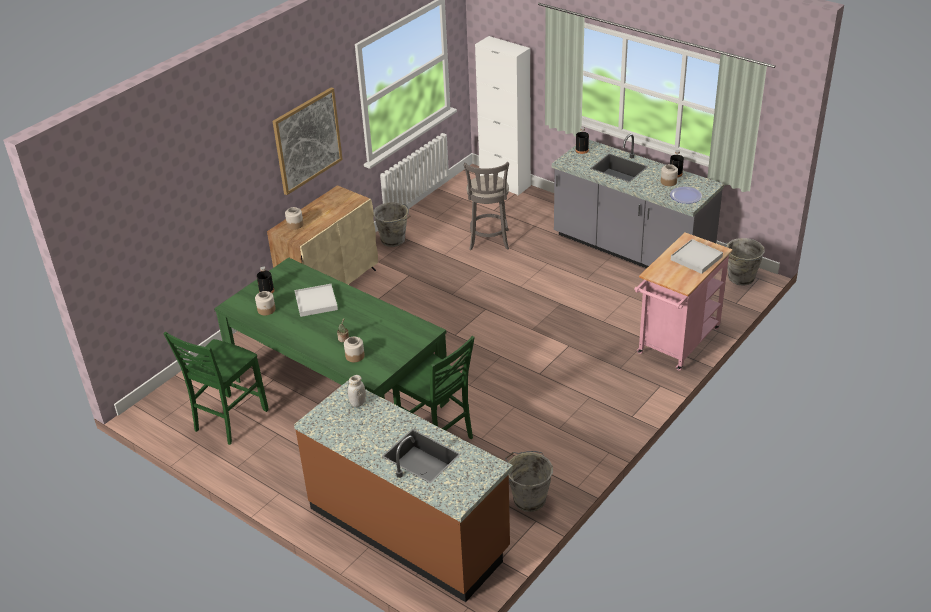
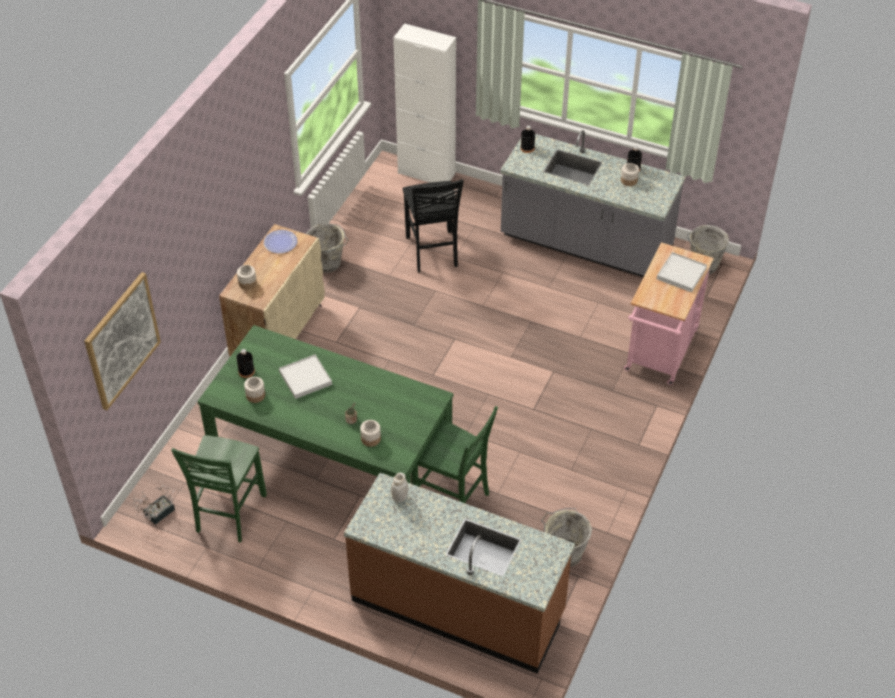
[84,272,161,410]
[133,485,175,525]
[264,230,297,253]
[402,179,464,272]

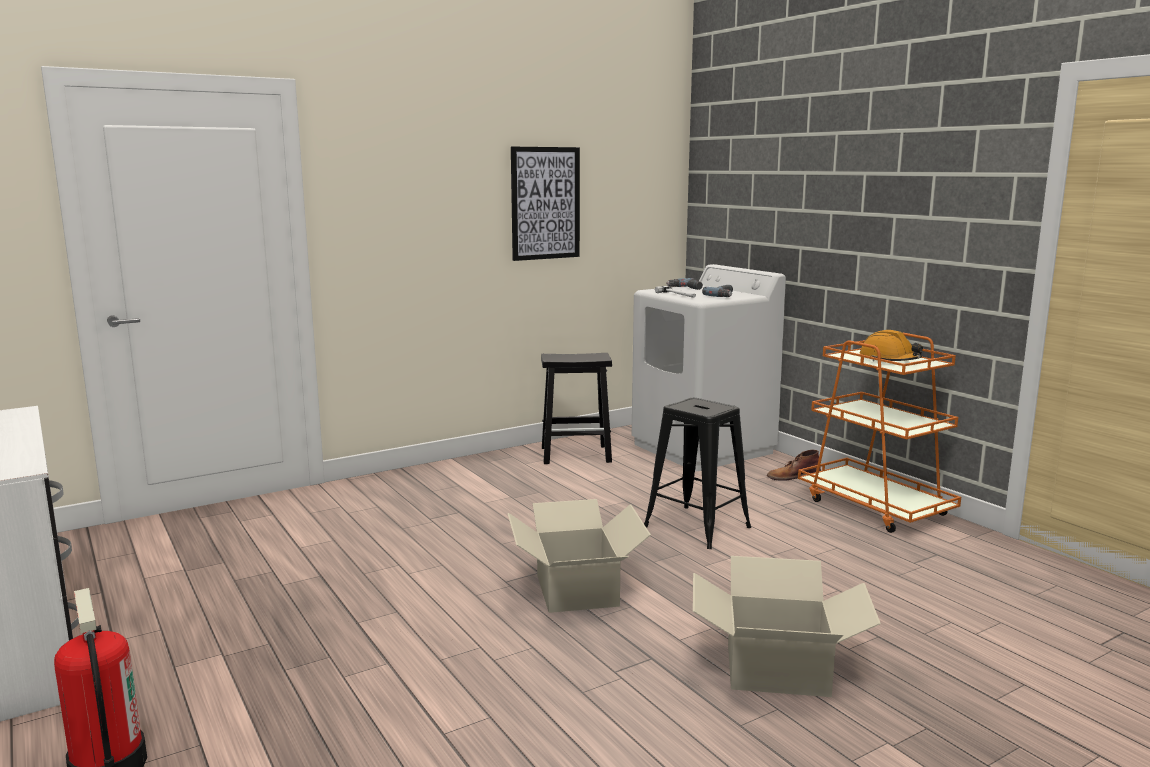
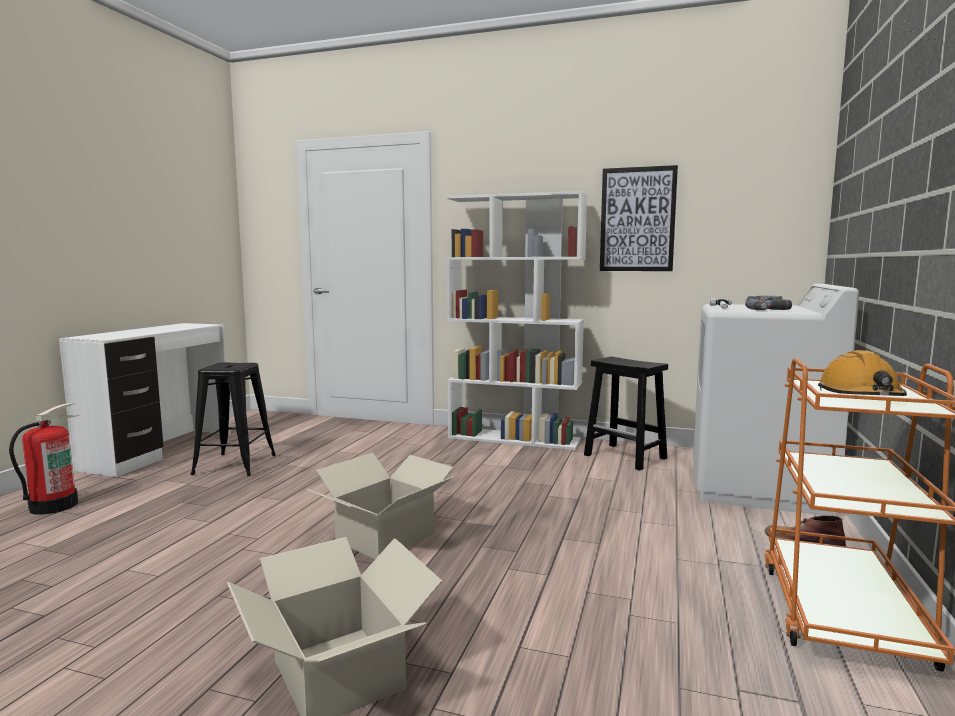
[190,362,276,476]
[446,191,587,450]

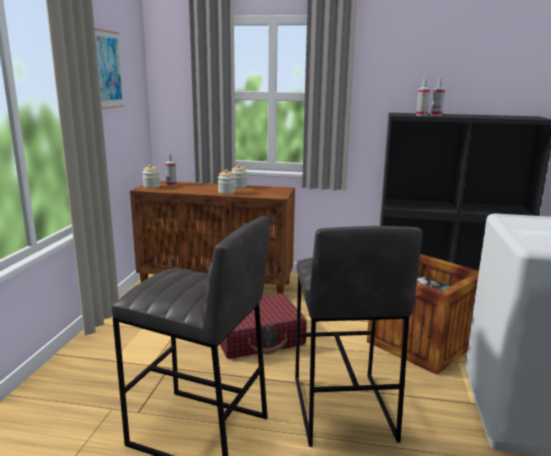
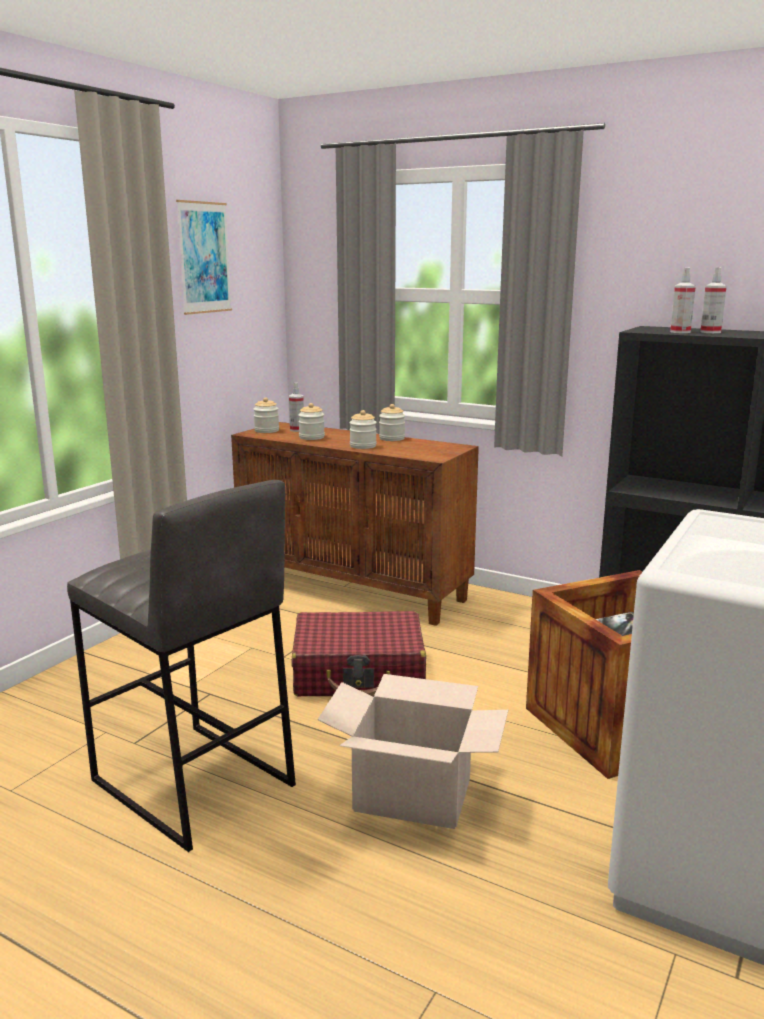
[298,403,325,440]
[317,674,508,829]

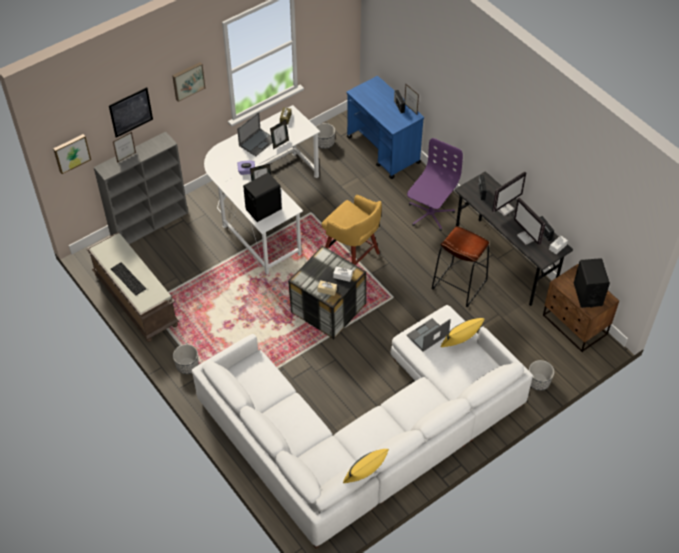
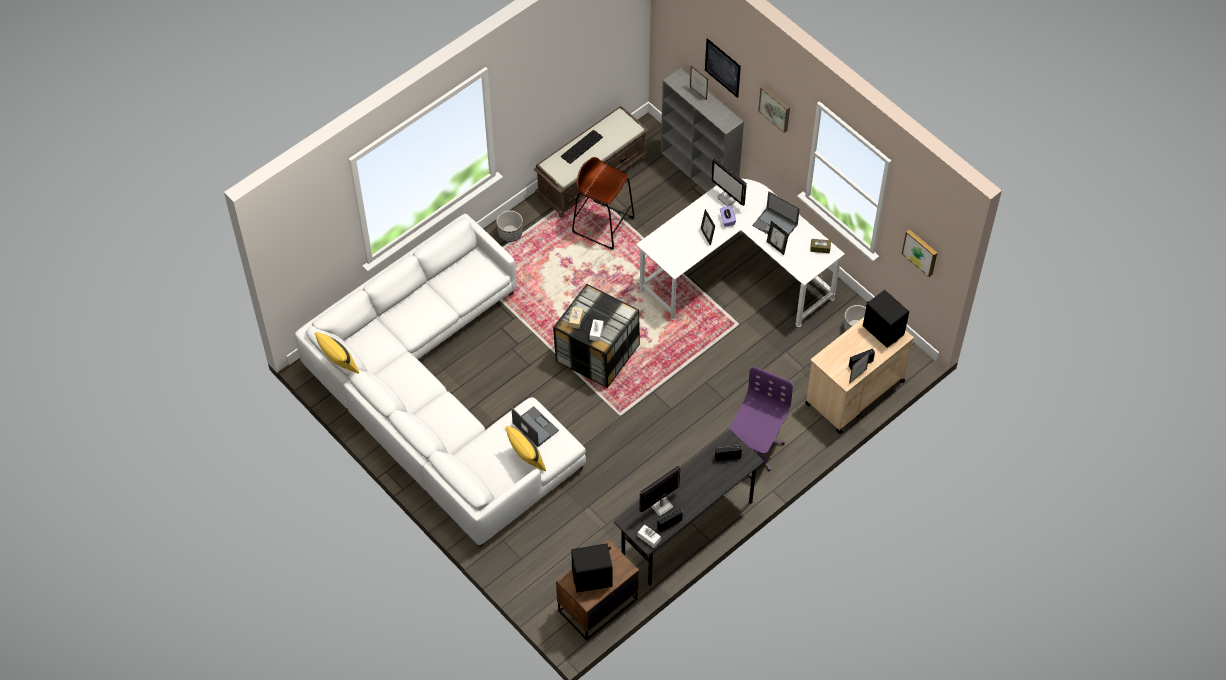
[572,157,634,250]
[711,158,747,206]
[728,367,793,471]
[805,317,914,434]
[863,290,909,348]
[902,229,937,277]
[322,195,382,265] (first image)
[529,360,554,391] (first image)

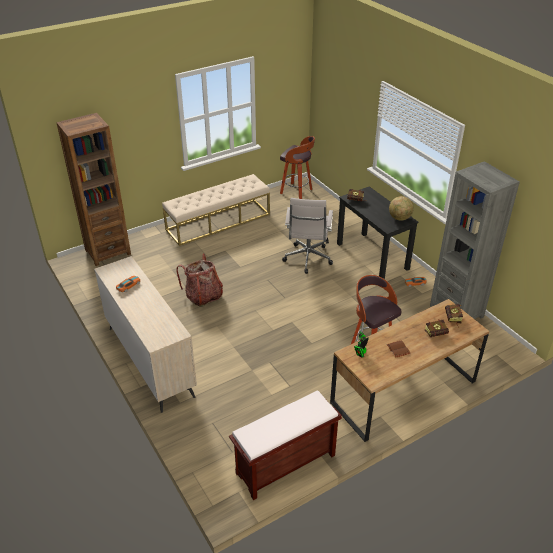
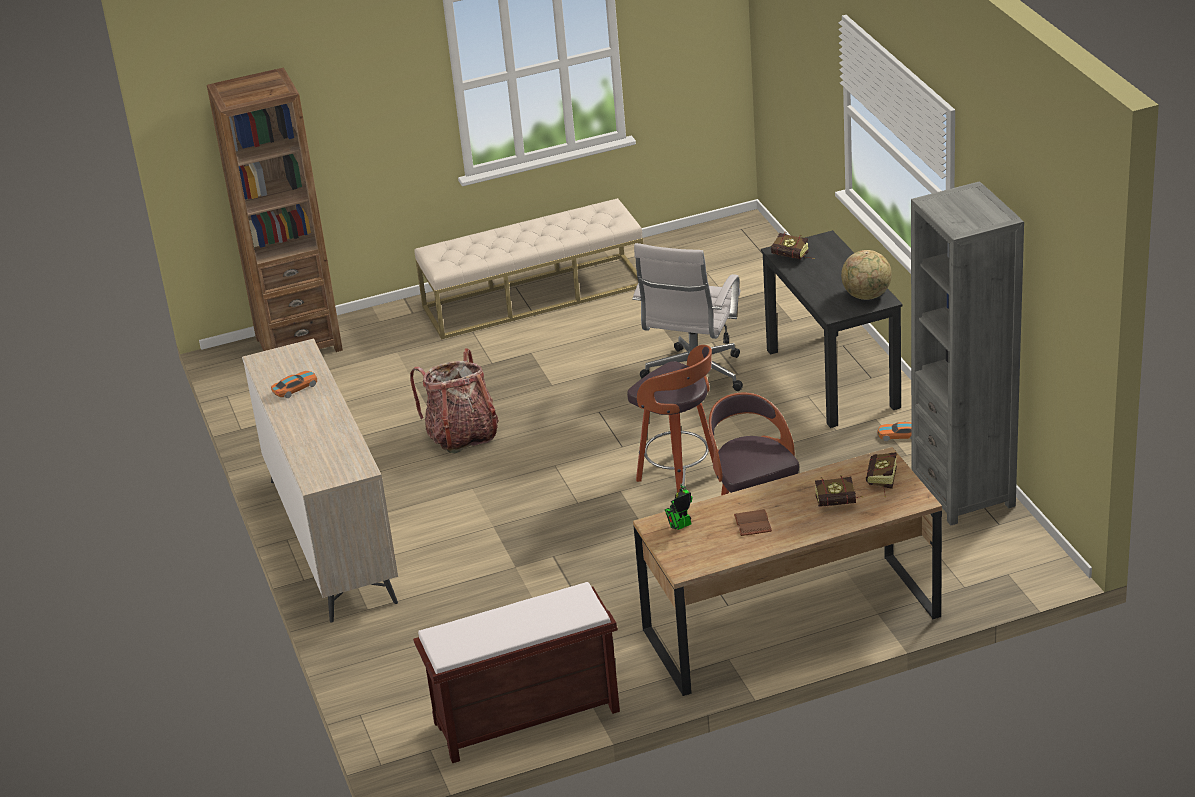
[627,345,714,493]

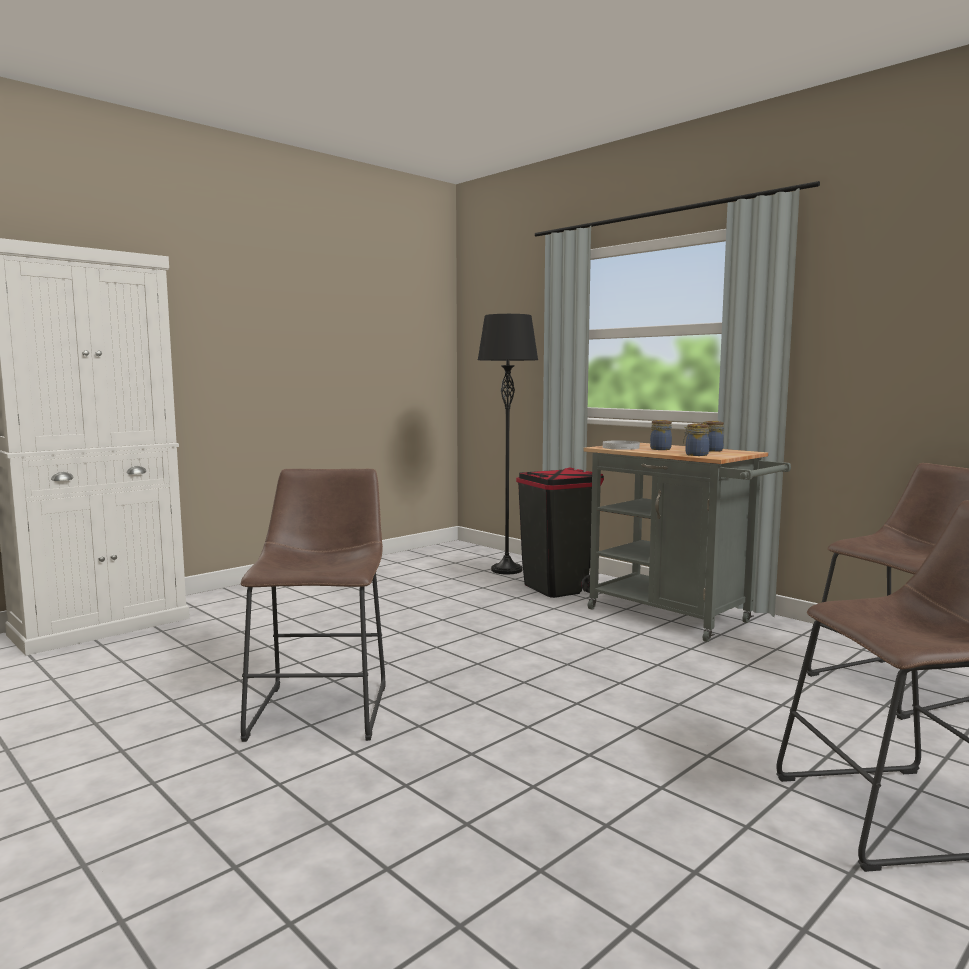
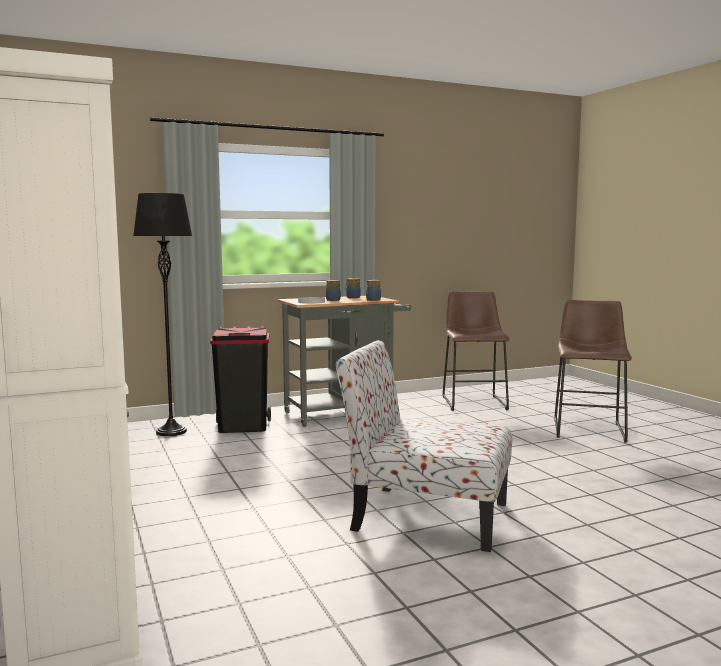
[336,340,512,552]

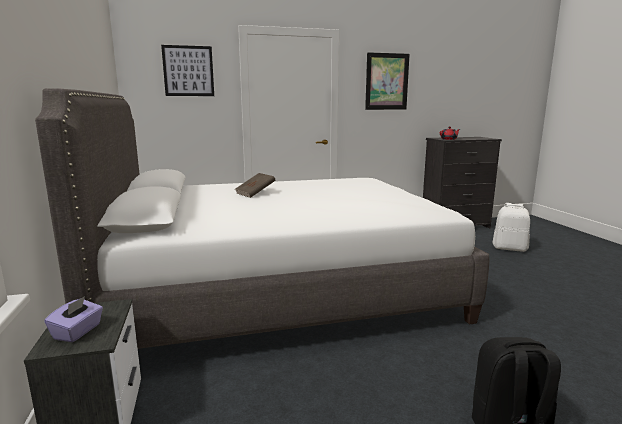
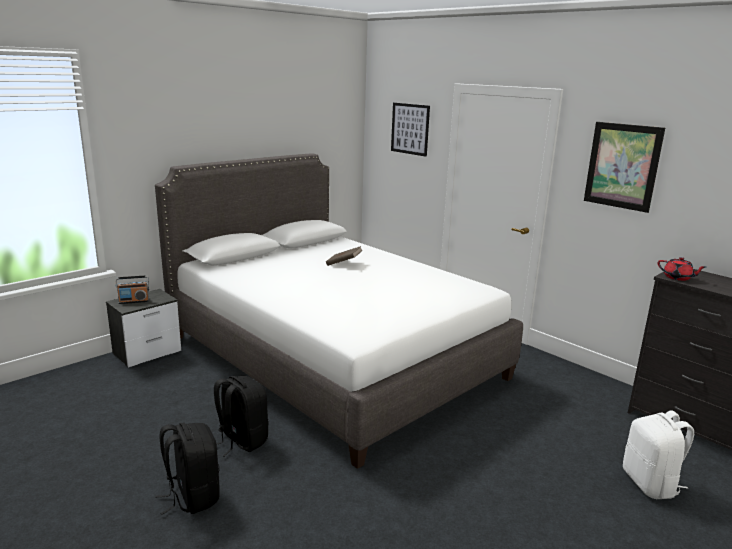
[116,275,149,304]
[214,376,268,457]

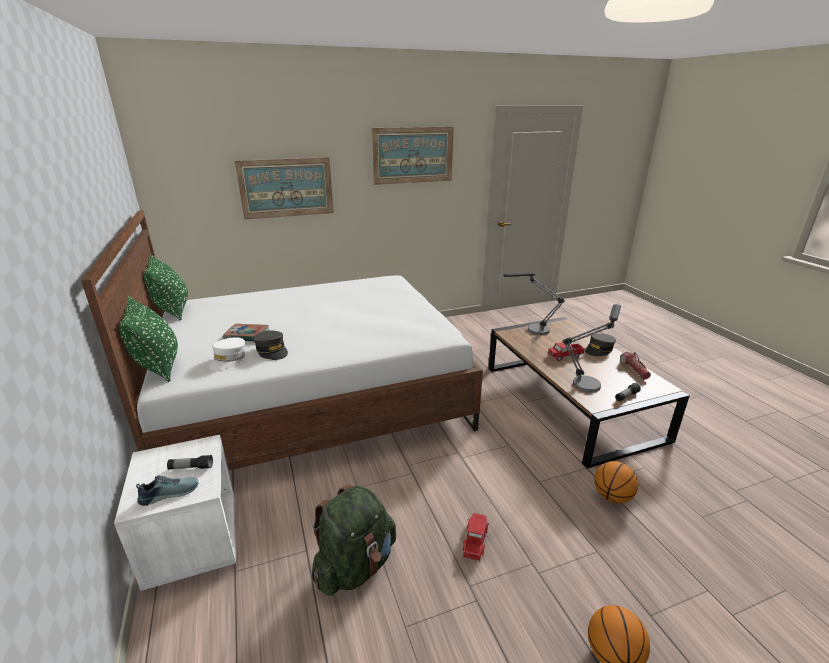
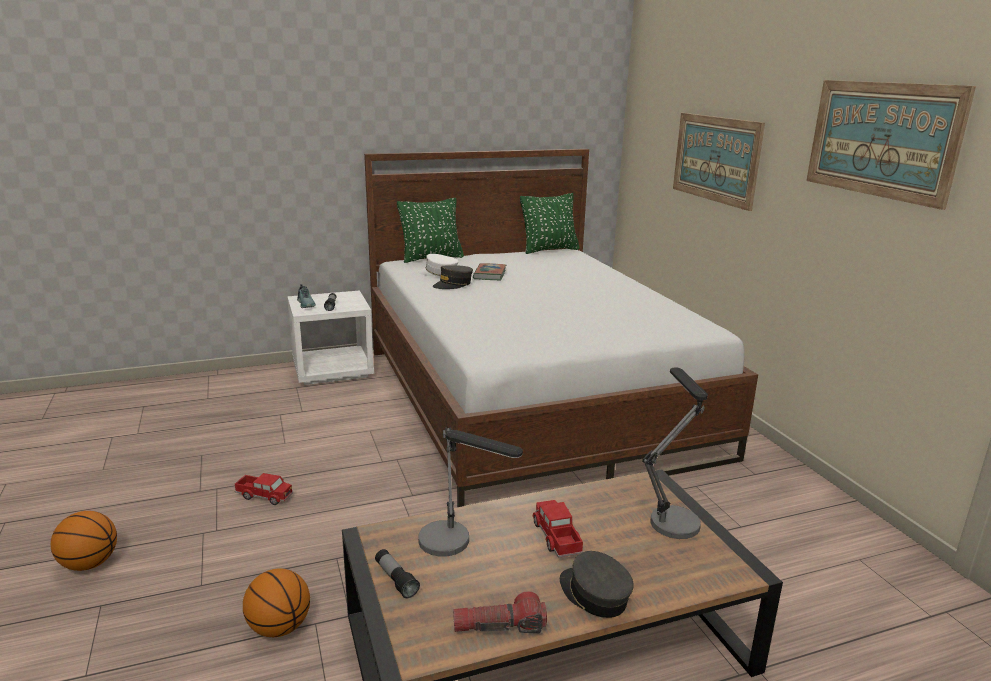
[312,484,396,596] (first image)

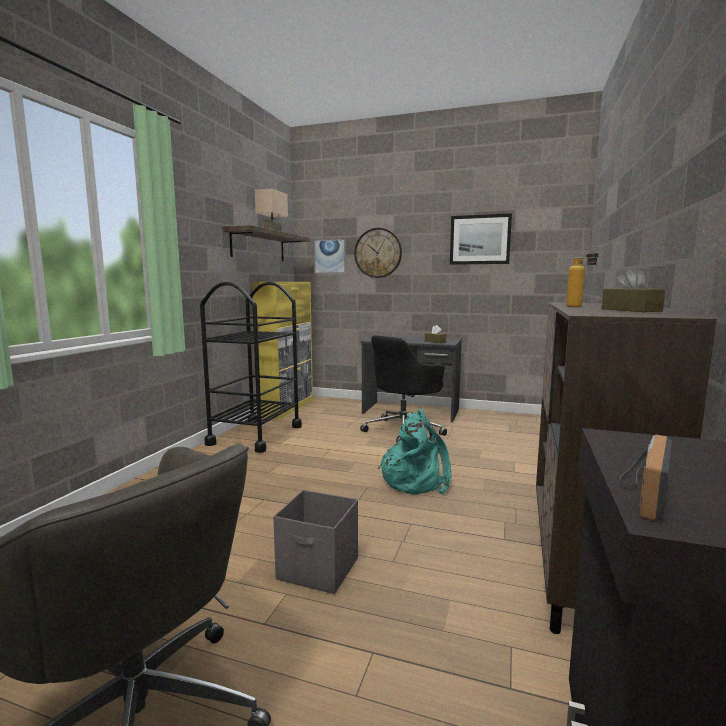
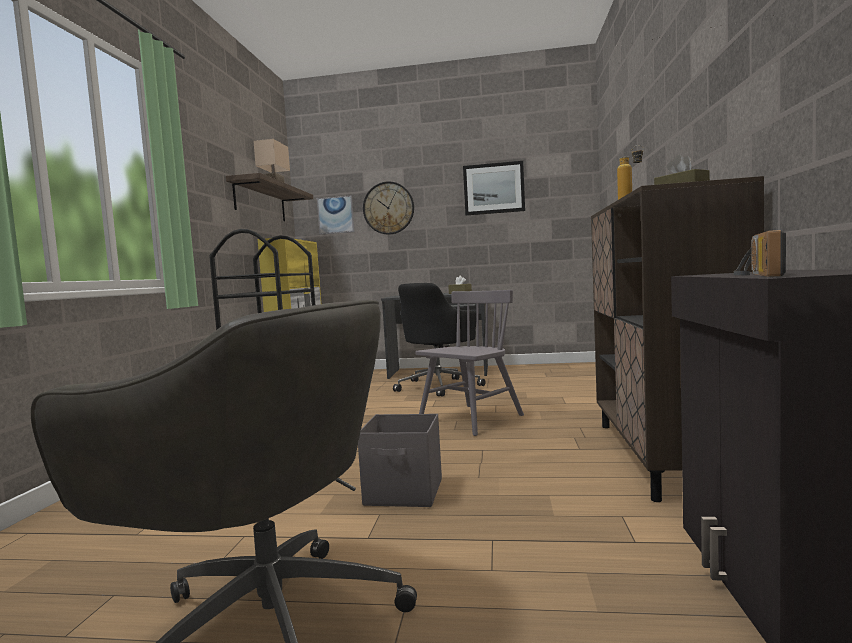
[415,290,524,436]

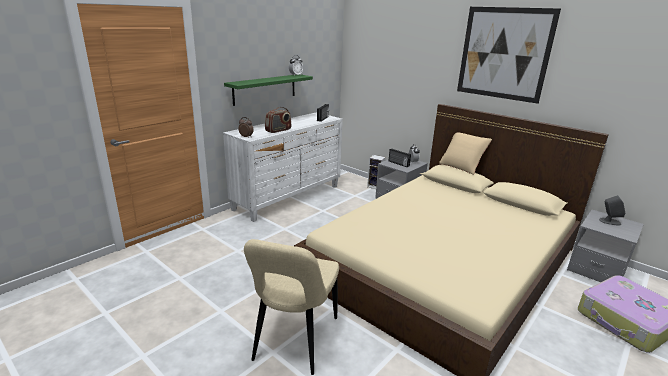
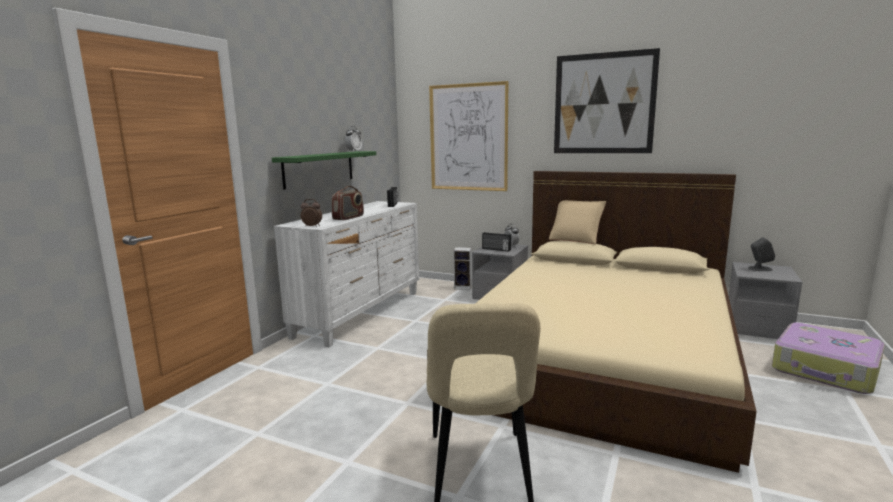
[429,81,508,191]

